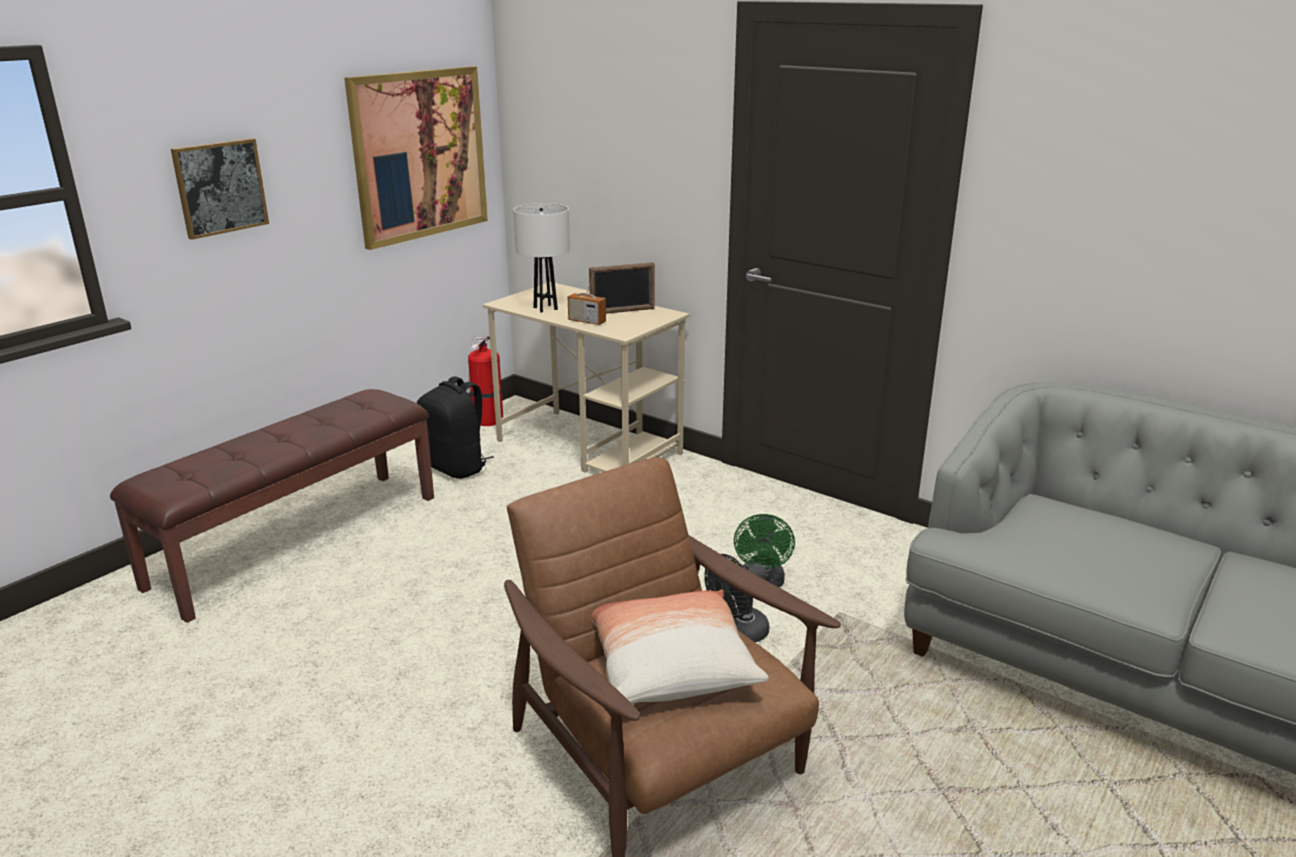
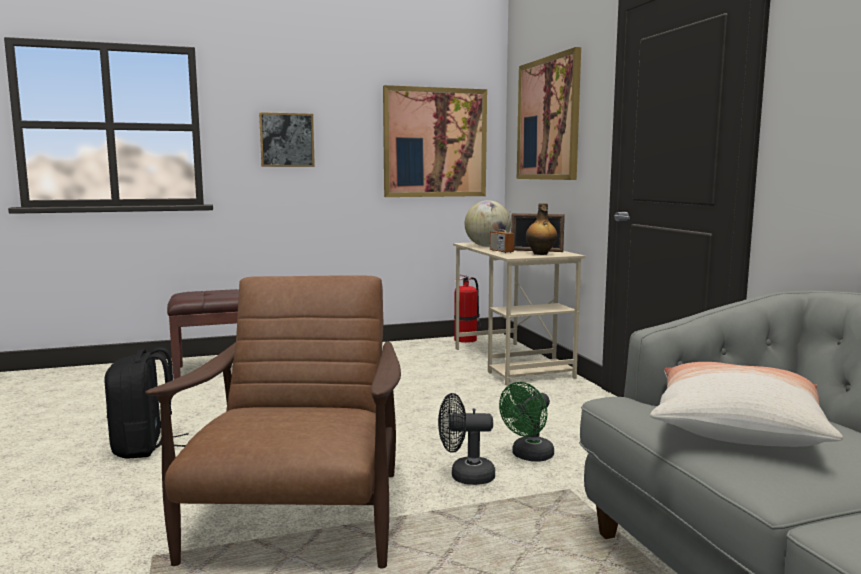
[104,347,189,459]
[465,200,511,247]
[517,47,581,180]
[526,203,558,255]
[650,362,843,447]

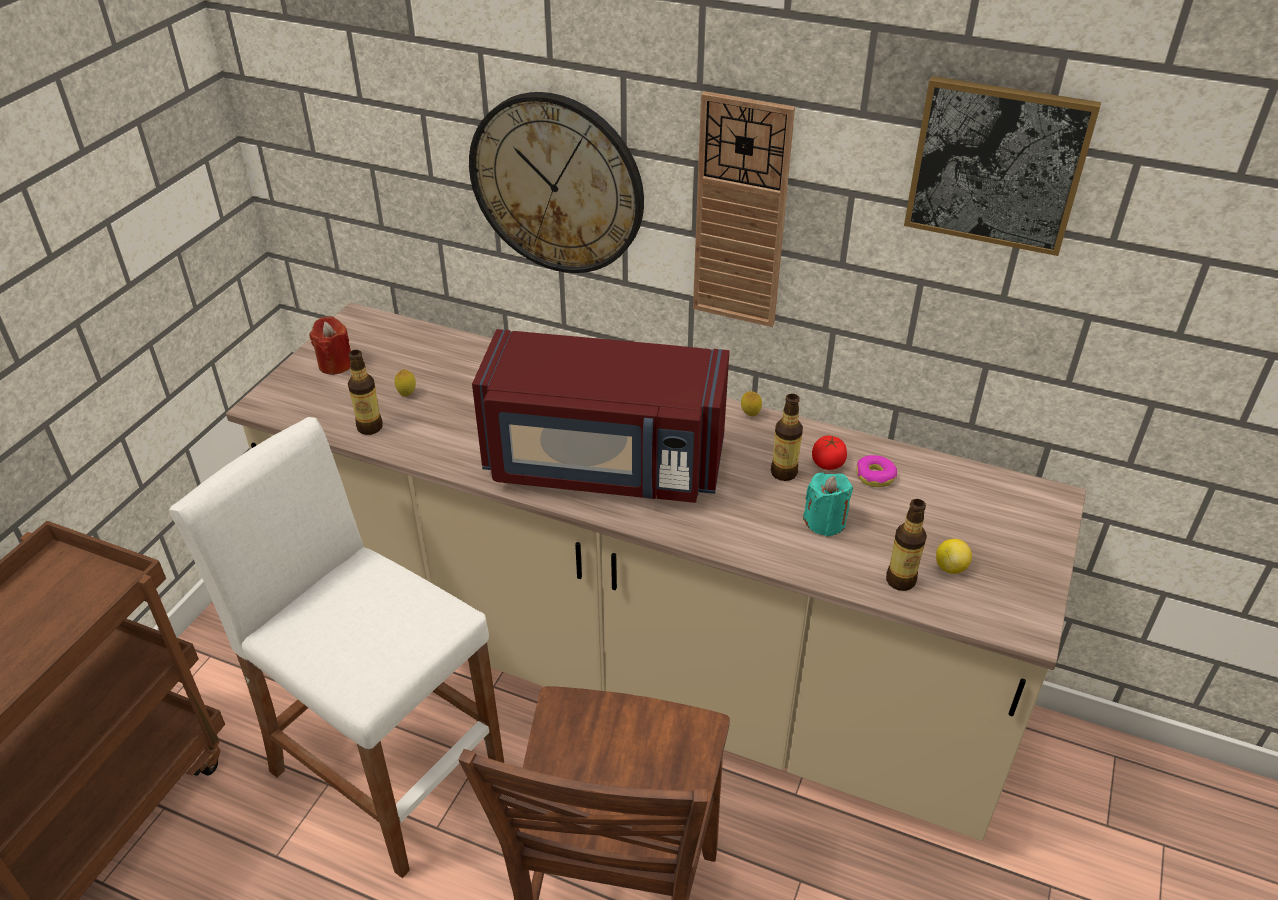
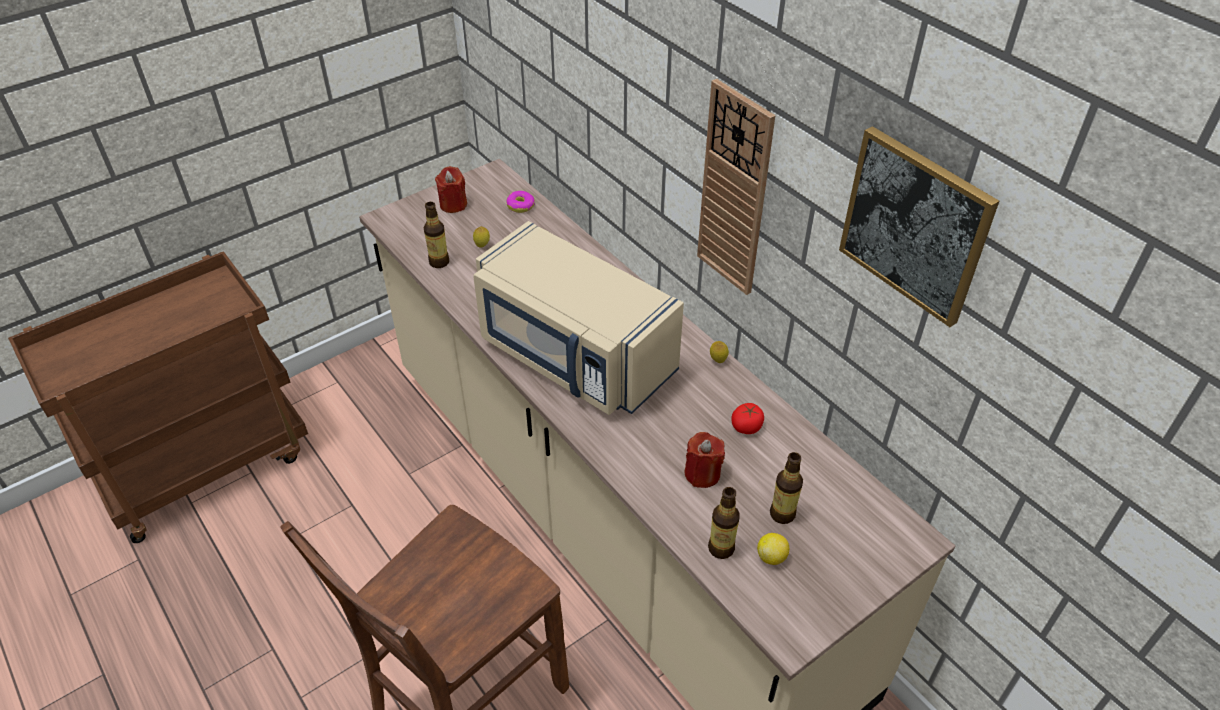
[473,221,684,415]
[506,191,535,213]
[685,432,725,488]
[770,452,803,524]
[169,417,504,878] (first image)
[469,92,644,273] (first image)

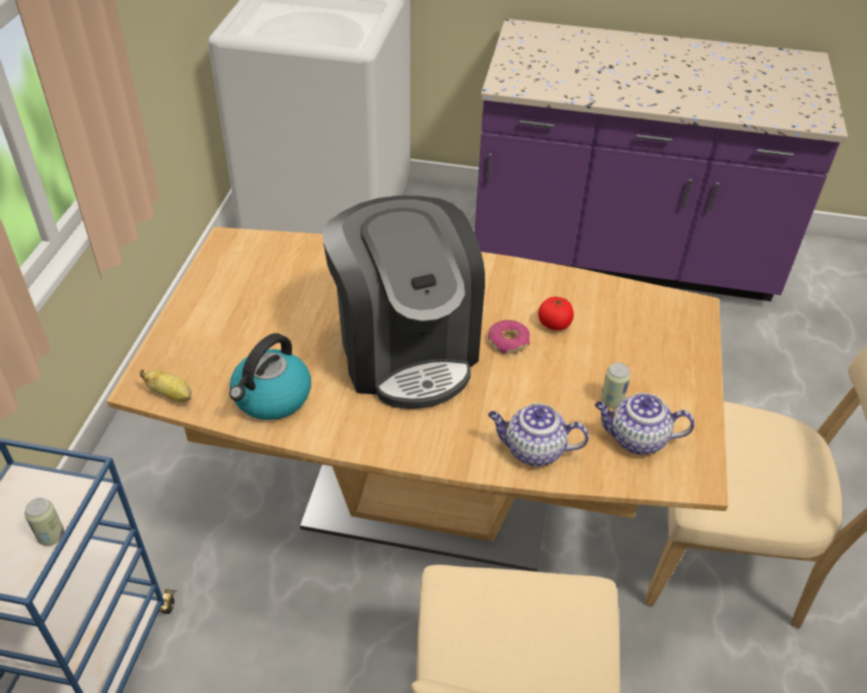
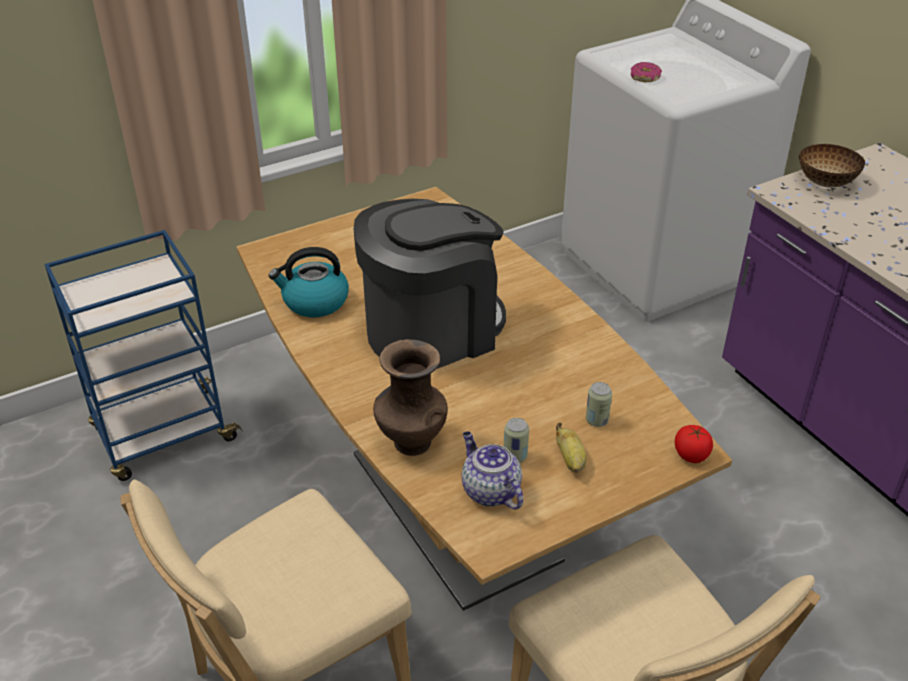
[354,199,506,369]
[373,339,447,456]
[556,423,587,473]
[586,382,612,427]
[631,62,662,82]
[675,425,713,463]
[799,144,865,188]

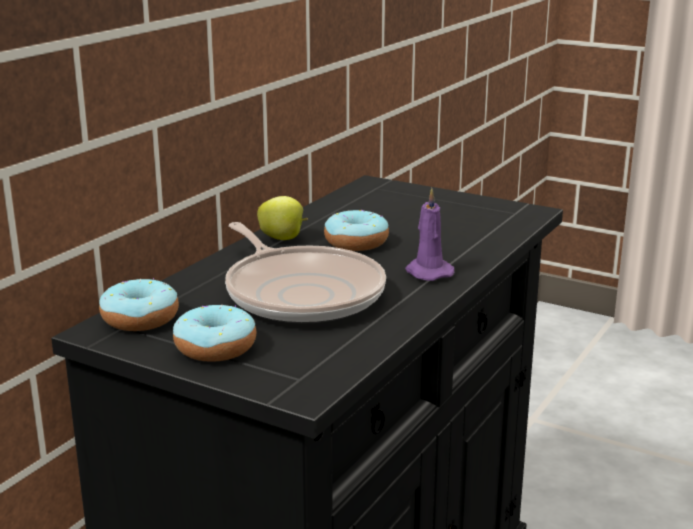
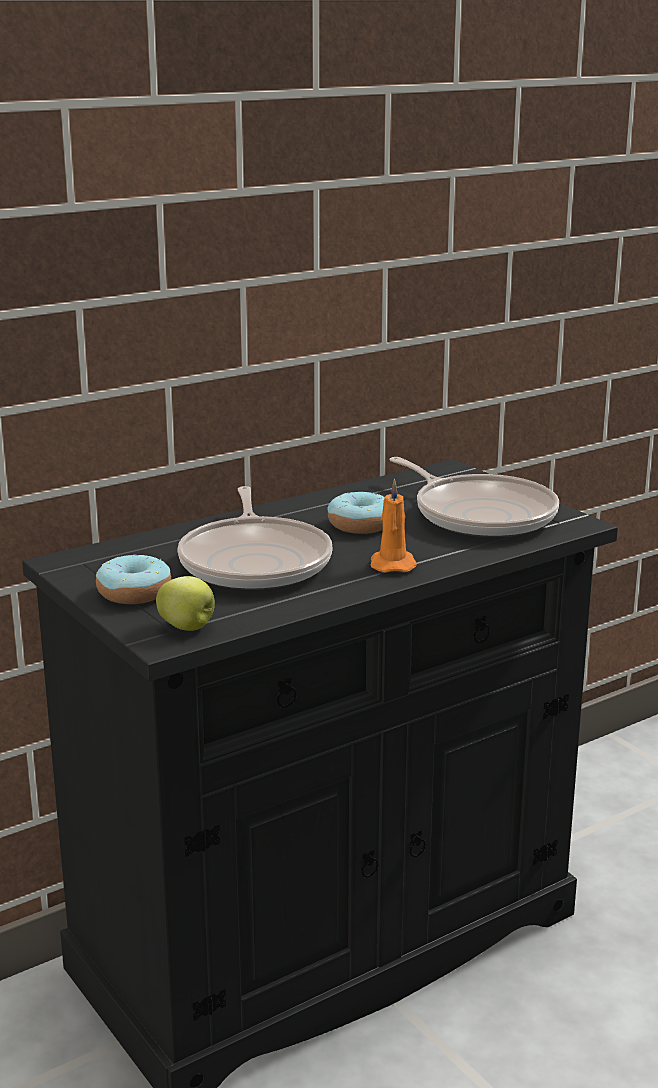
[156,576,215,631]
[371,479,417,573]
[389,457,559,537]
[99,278,179,331] (first image)

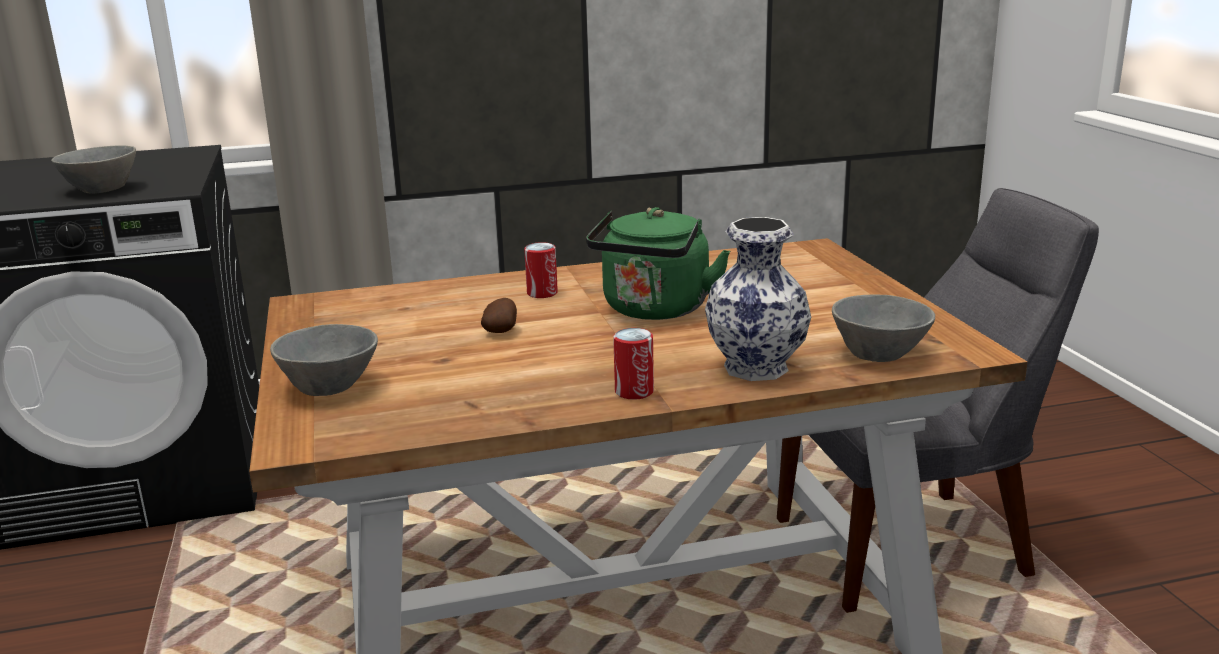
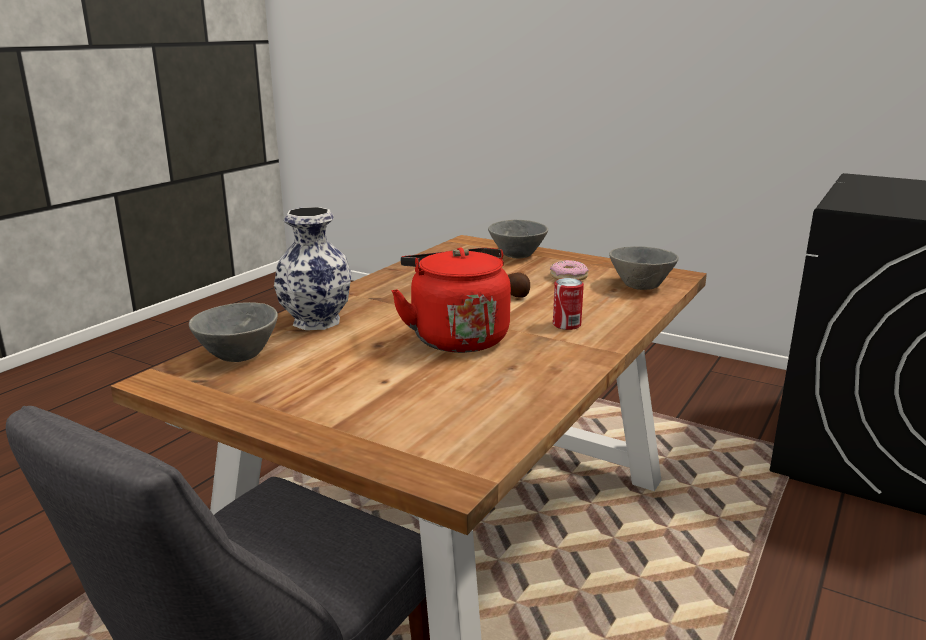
[391,247,511,353]
[550,260,589,280]
[609,246,679,290]
[613,328,654,400] (first image)

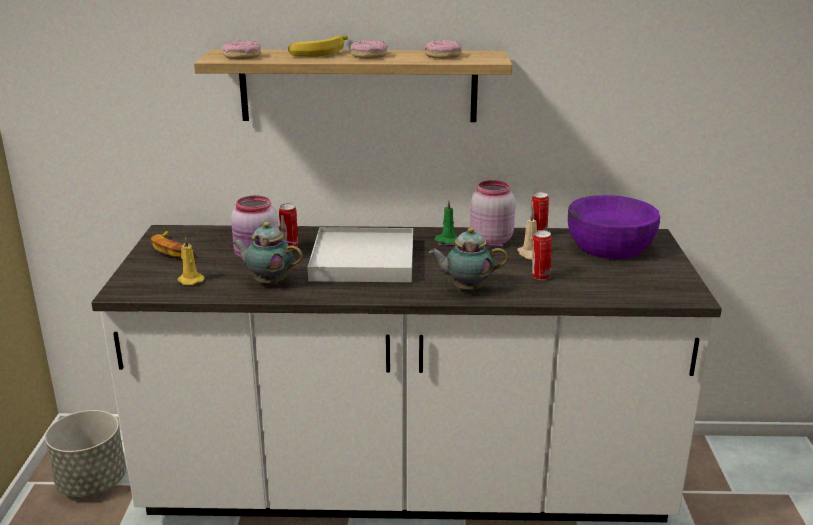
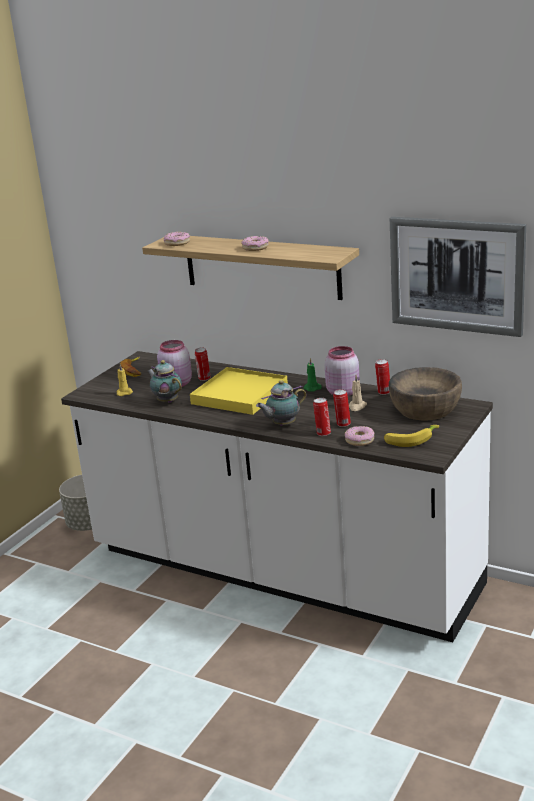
[190,367,288,415]
[256,380,306,426]
[313,398,331,436]
[345,426,374,446]
[384,425,439,447]
[389,367,462,421]
[390,217,526,337]

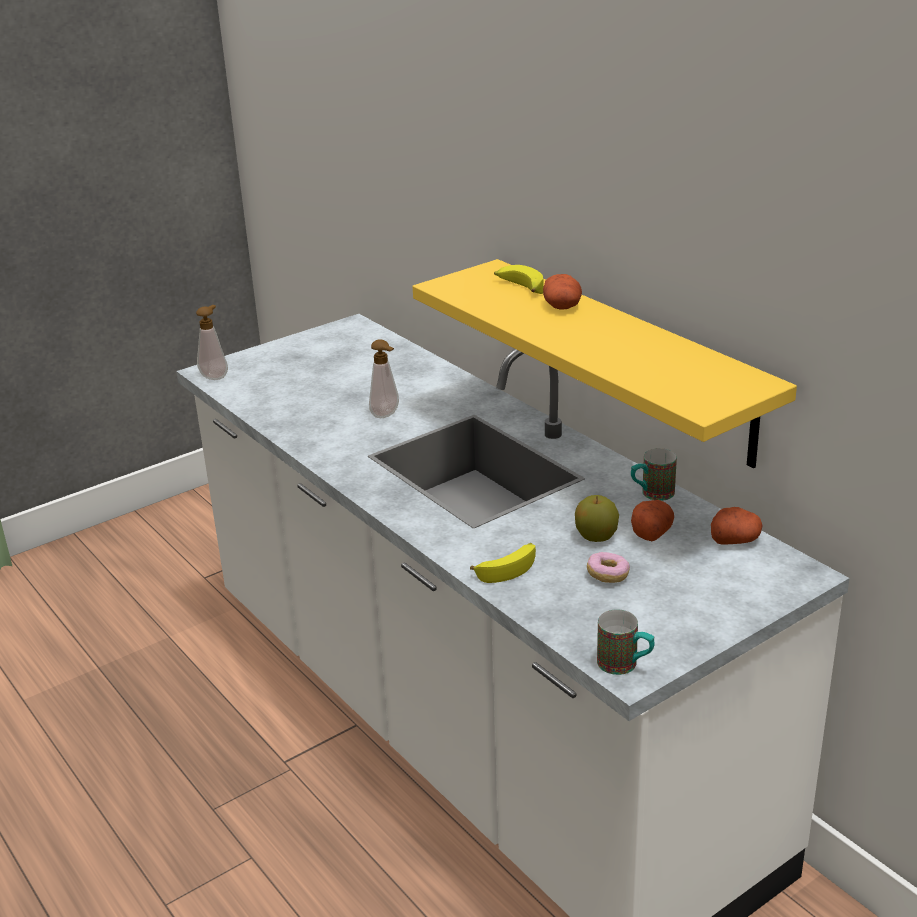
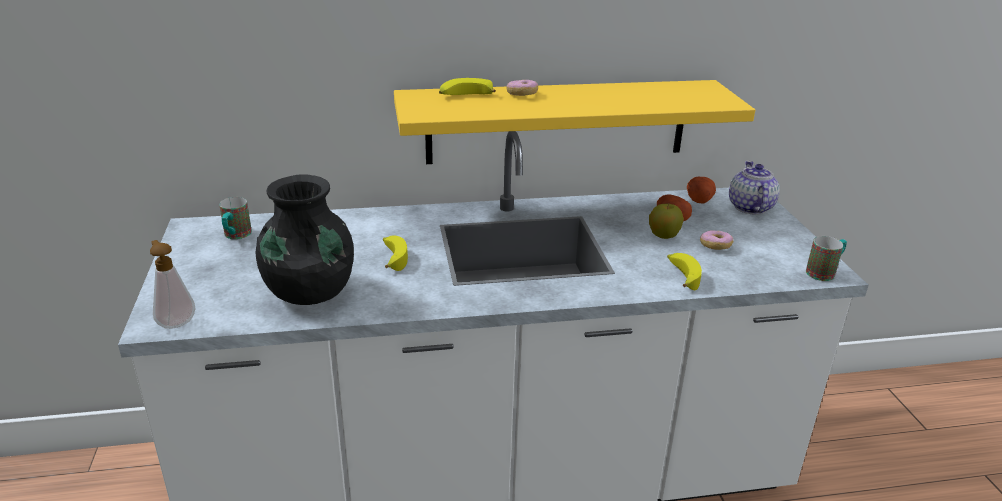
[219,197,252,239]
[255,174,354,305]
[383,236,408,271]
[506,80,538,96]
[729,161,780,214]

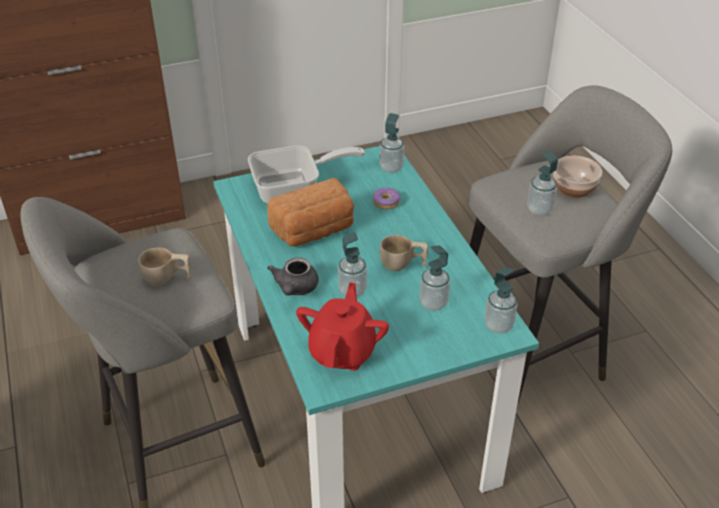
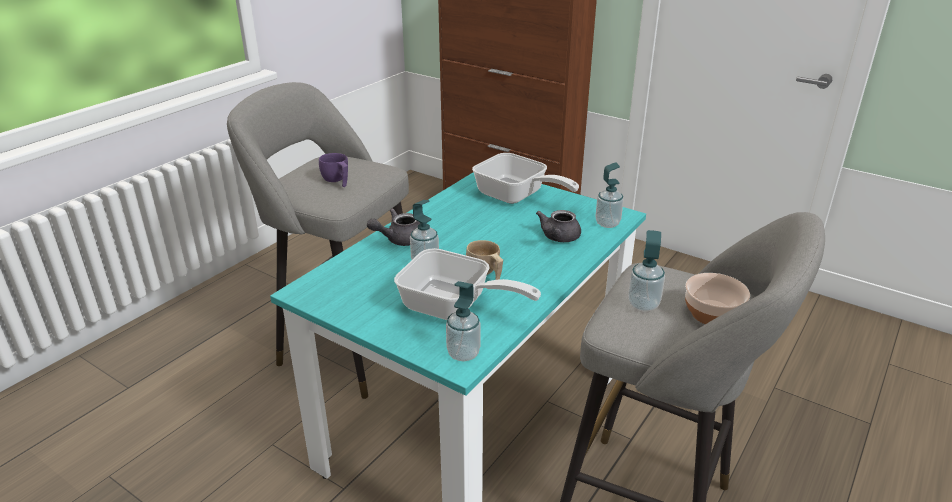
[319,153,348,187]
[394,248,541,320]
[536,210,581,242]
[267,178,354,246] (first image)
[296,283,389,371] (first image)

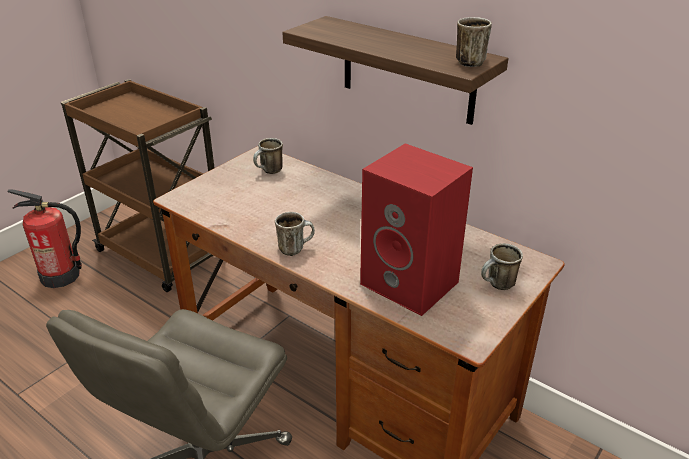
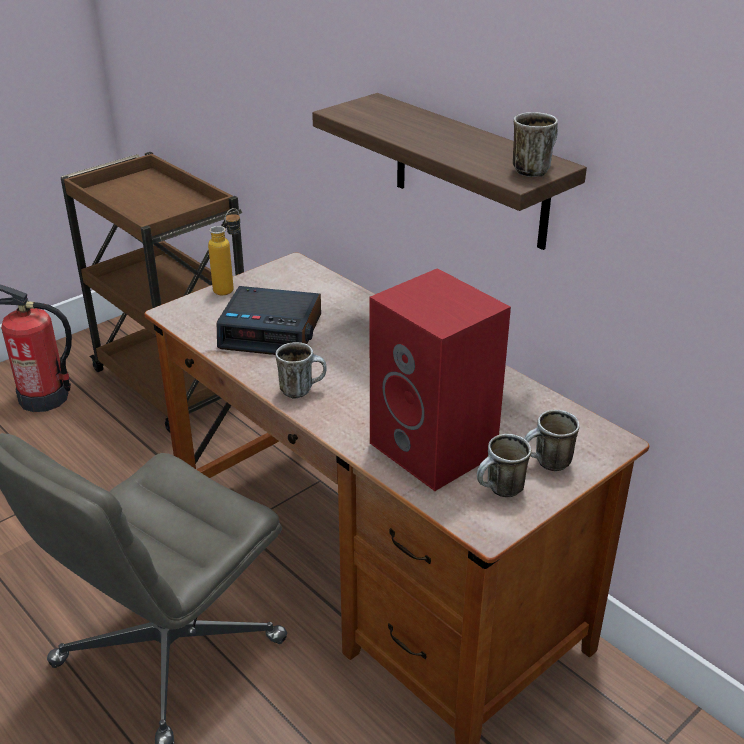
[208,208,240,295]
[217,286,321,355]
[477,434,531,497]

